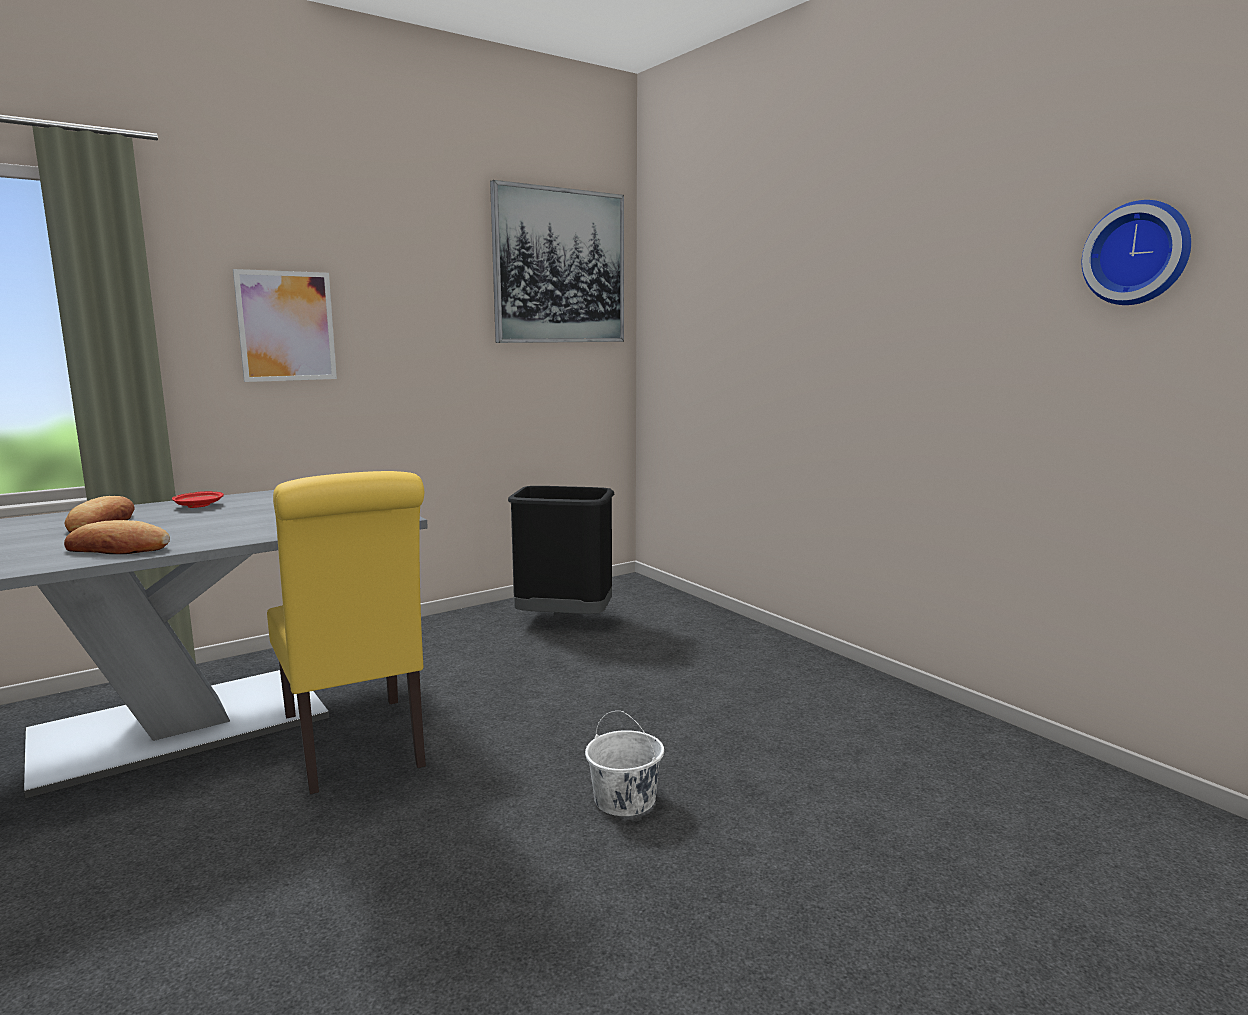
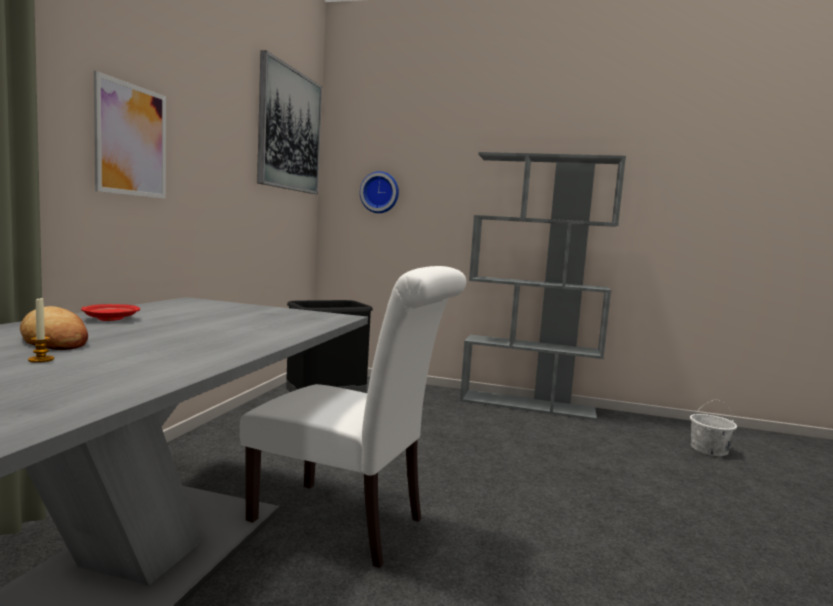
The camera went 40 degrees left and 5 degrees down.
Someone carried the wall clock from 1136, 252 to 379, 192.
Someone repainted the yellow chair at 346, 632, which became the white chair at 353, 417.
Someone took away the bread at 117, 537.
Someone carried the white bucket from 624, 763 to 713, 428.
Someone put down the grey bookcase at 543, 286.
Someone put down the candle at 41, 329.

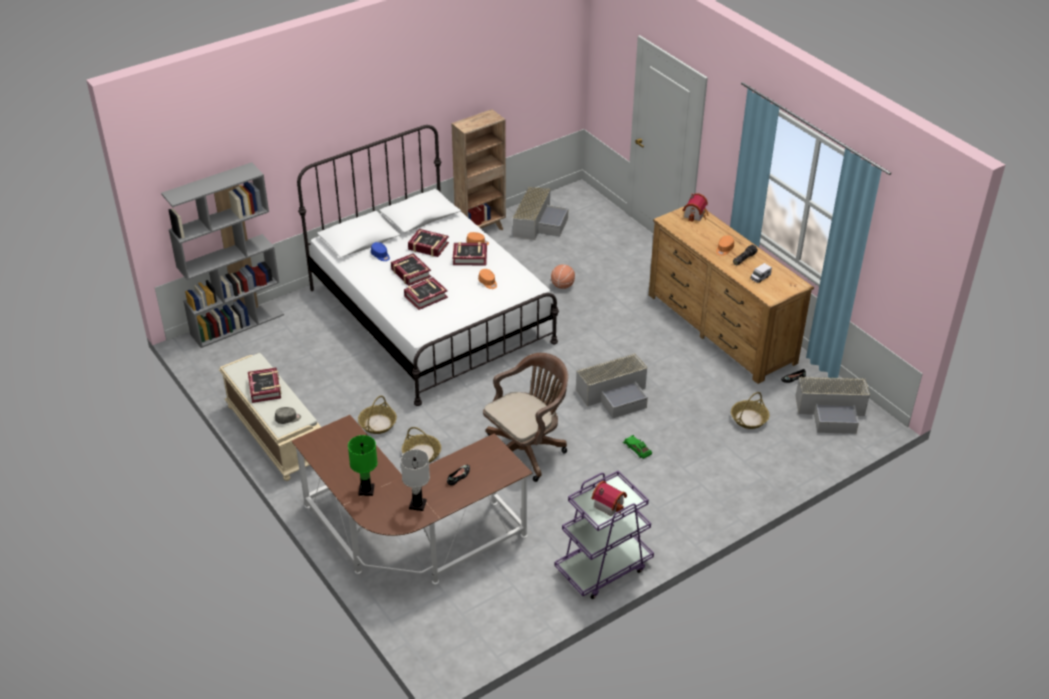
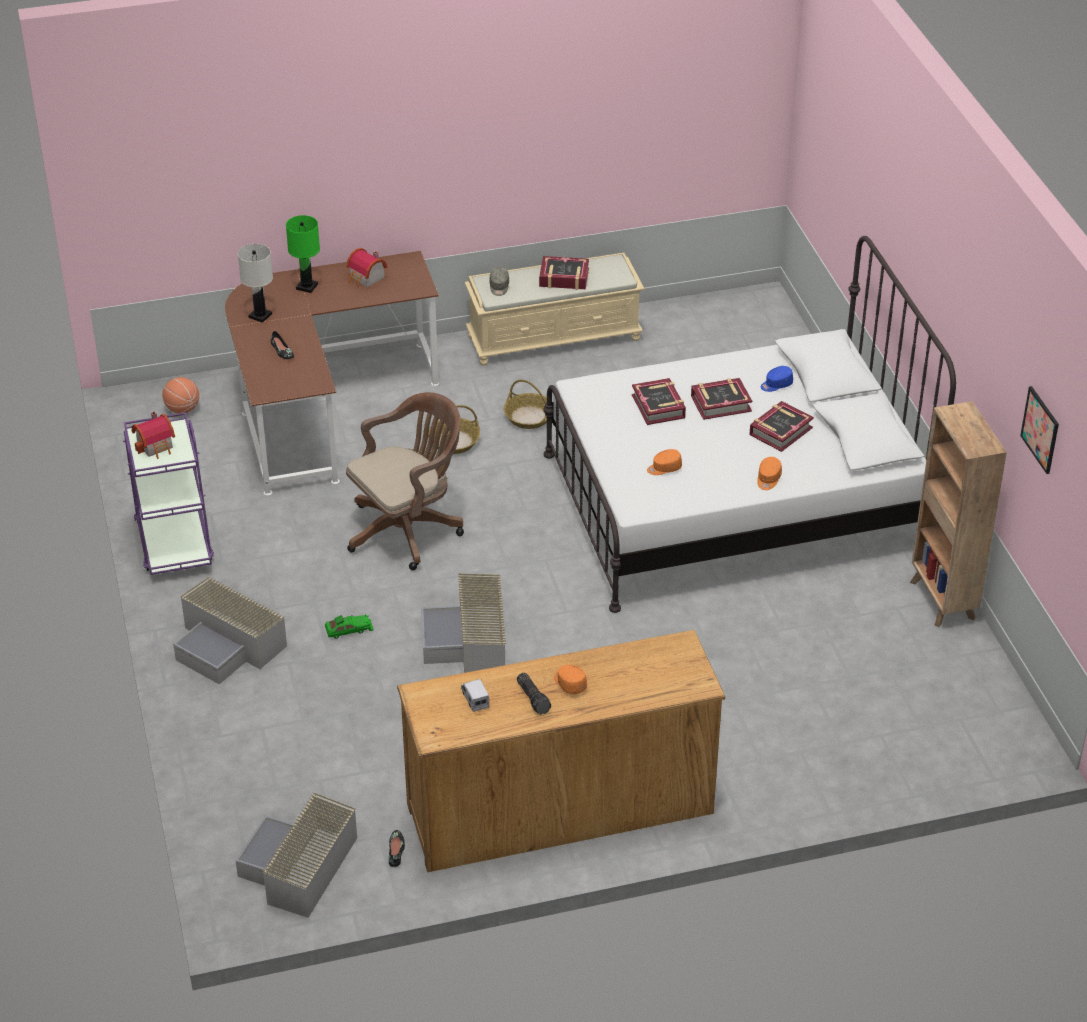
The camera went 110 degrees right and 0 degrees up.
Someone took away the grey bookcase at 222, 255.
Someone carried the grey storage box from 540, 213 to 230, 630.
Someone carried the toy house from 696, 207 to 366, 268.
Someone took away the book at 470, 253.
Someone carried the basketball from 563, 276 to 180, 395.
Someone rotated the brown office chair at 525, 417 by 105 degrees counterclockwise.
Someone took away the basket at 750, 410.
Someone put up the picture at 1039, 430.

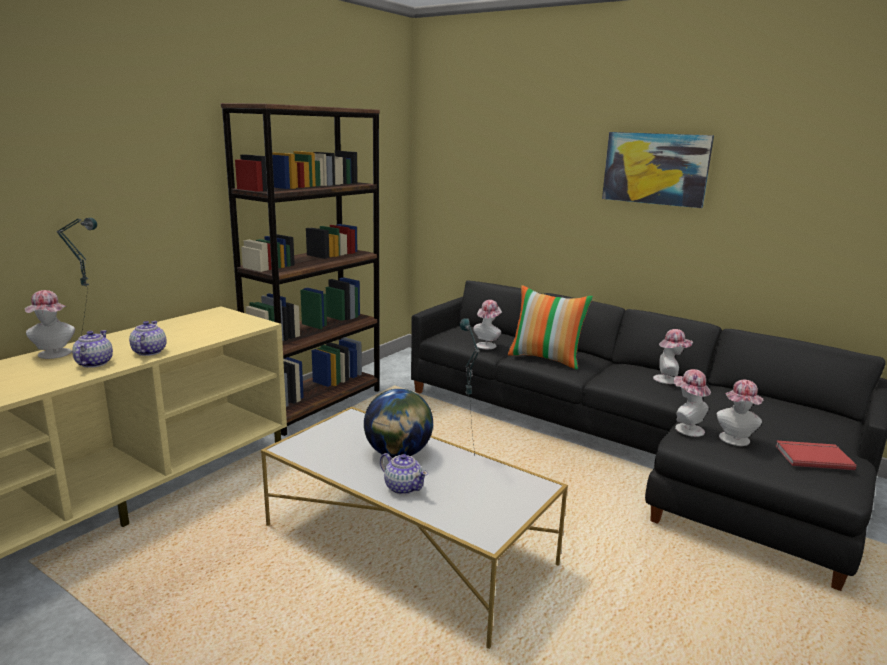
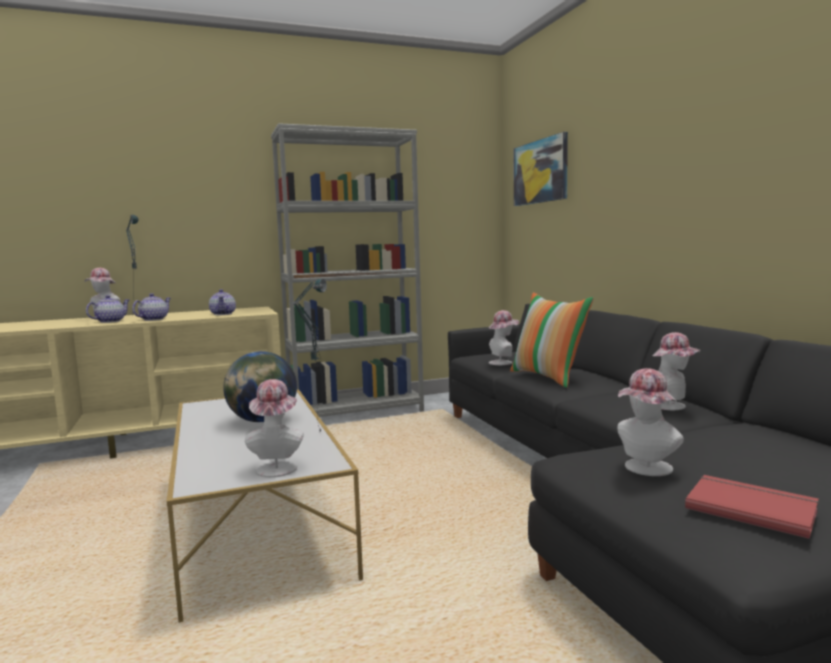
The camera went 35 degrees right and 10 degrees down.
Someone repainted the brown bookcase at 300, 269, which became the grey bookcase at 347, 270.
Someone carried the picture from 658, 170 to 540, 169.
Someone carried the hat from 692, 403 to 274, 428.
Someone carried the teapot from 404, 474 to 222, 302.

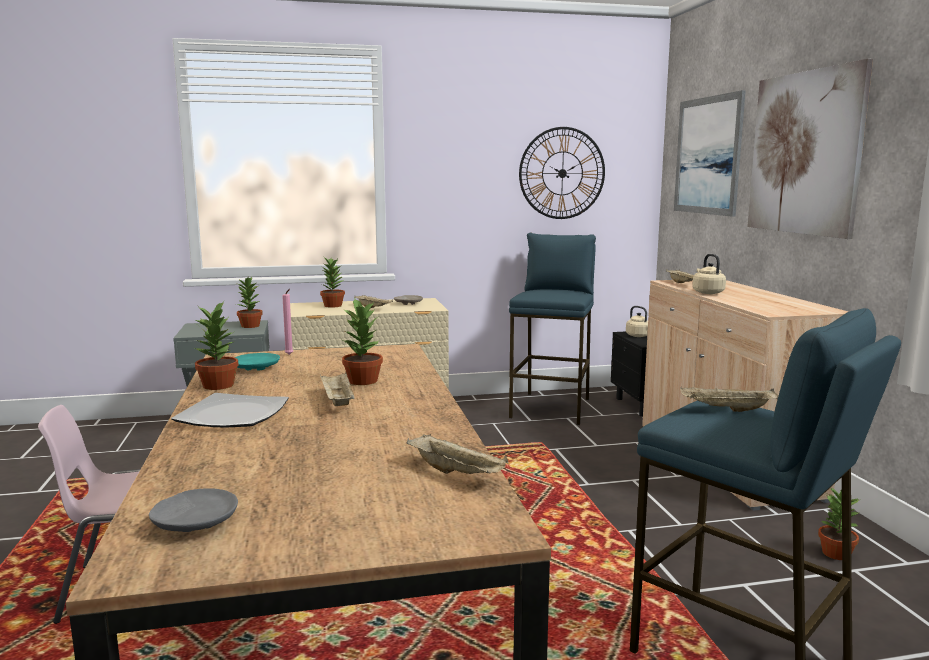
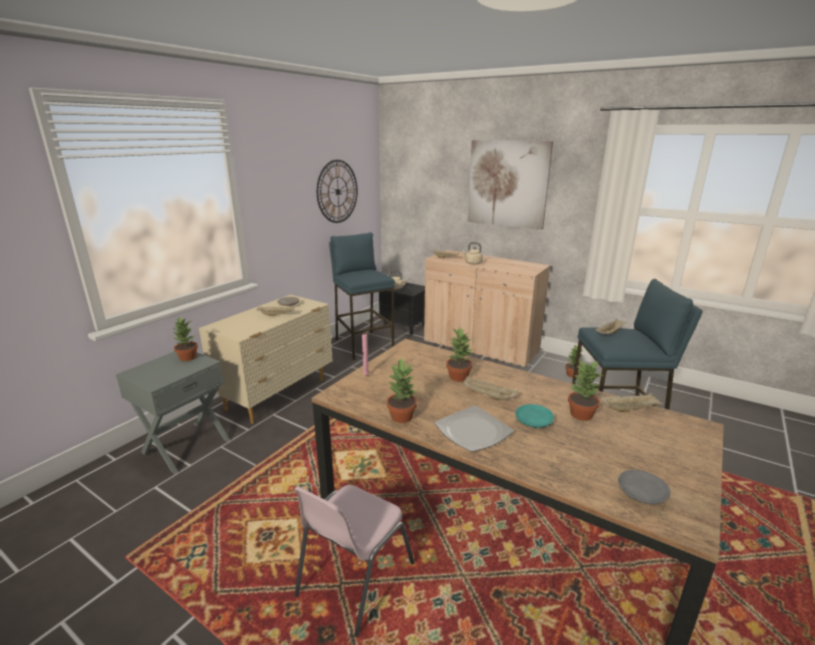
The camera went 45 degrees left and 10 degrees up.
Someone took away the picture at 710, 153.
Someone carried the potted plant from 332, 283 to 585, 390.
Someone carried the turquoise plate from 257, 362 to 534, 416.

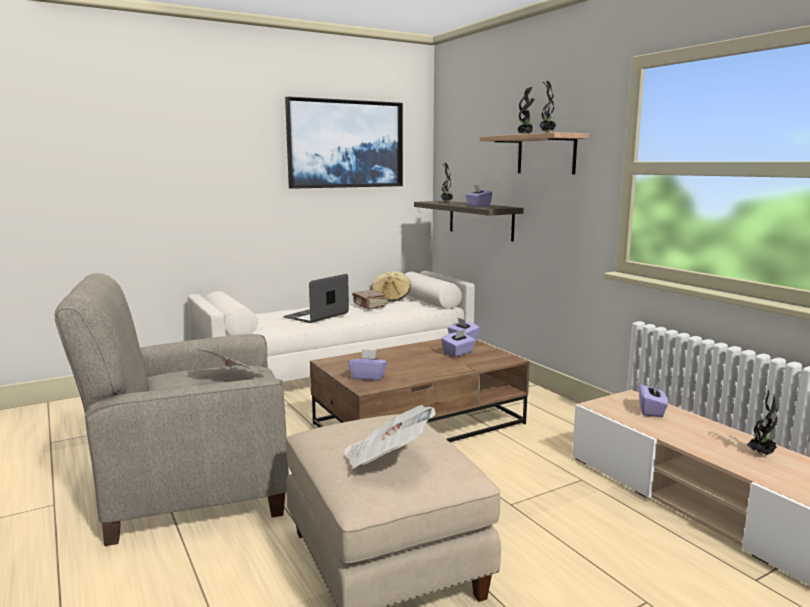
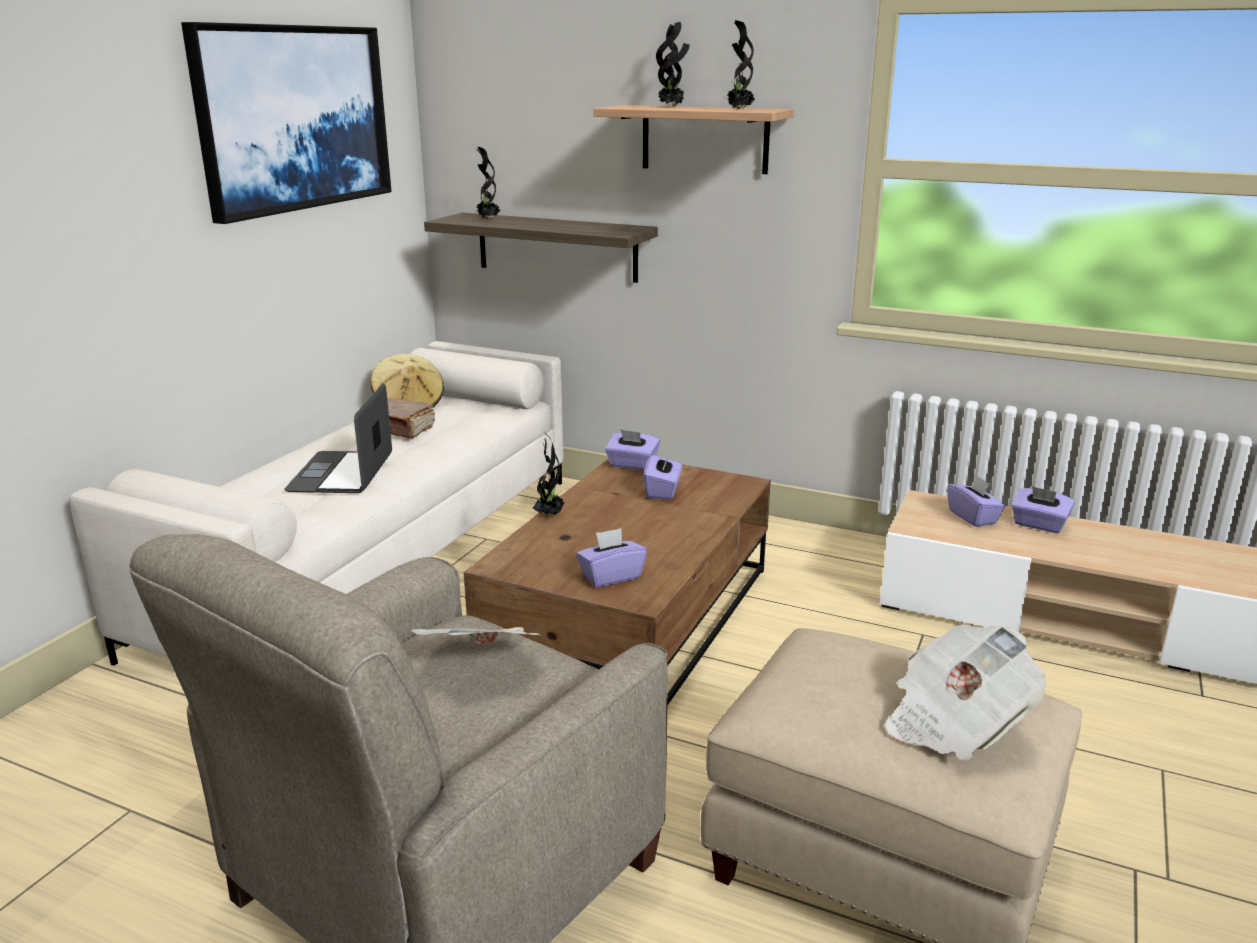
The camera went 35 degrees left and 10 degrees up.
Someone carried the purple tissue box from 479, 196 to 1043, 510.
Someone carried the potted plant from 762, 422 to 549, 475.

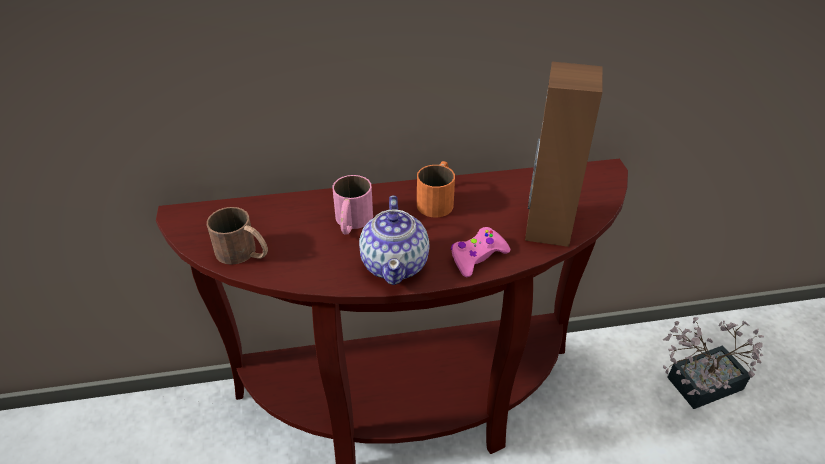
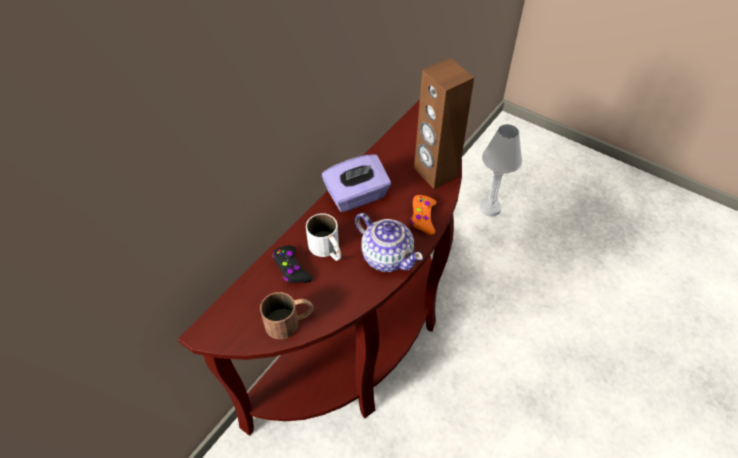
The camera went 45 degrees left and 10 degrees up.
Someone swapped the orange mug at 436, 189 for the purple tissue box at 356, 183.
Someone repainted the pink mug at 352, 205, which became the white mug at 323, 237.
Someone repainted the pink game controller at 480, 252, which became the orange game controller at 423, 215.
Someone swapped the potted plant at 713, 363 for the white table lamp at 501, 170.
Someone put down the black game controller at 292, 264.

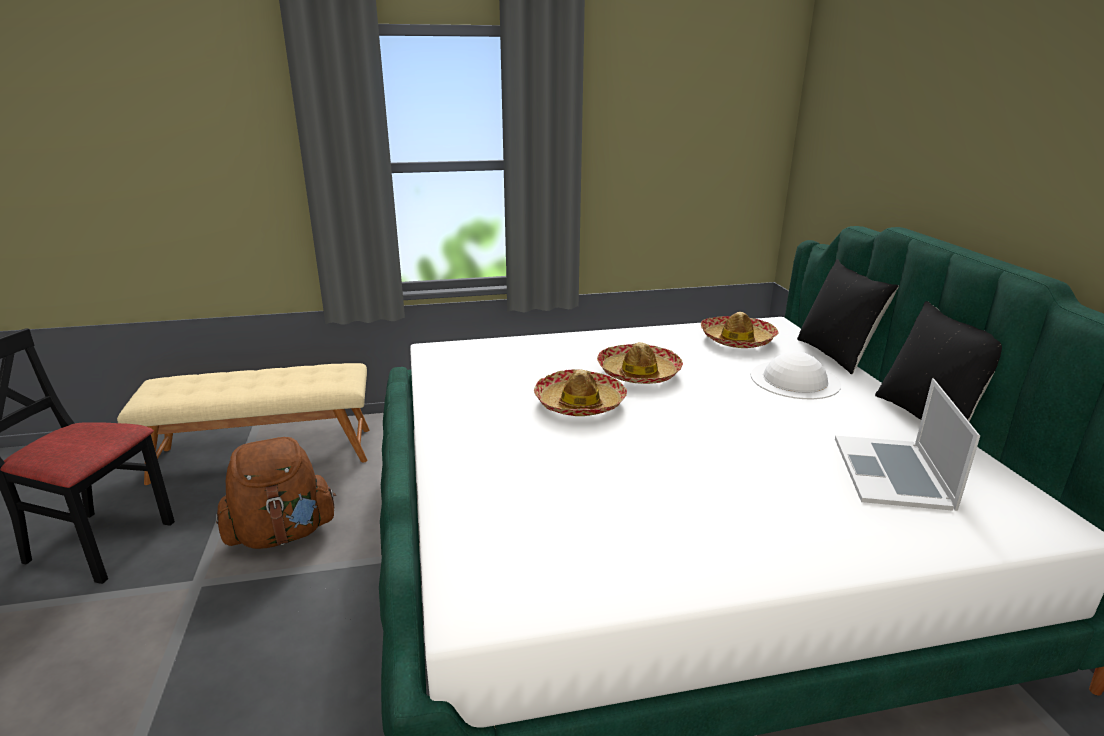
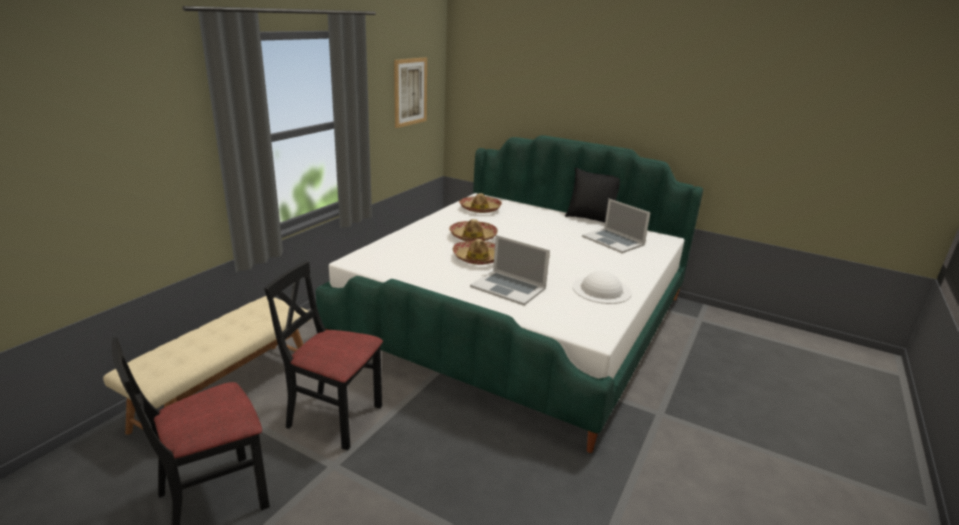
The camera went 50 degrees left and 0 degrees up.
Someone took away the black pillow at 848, 316.
Someone carried the white hat from 796, 375 to 602, 287.
Someone swapped the brown backpack at 276, 493 for the black chair at 323, 355.
Someone put up the picture at 410, 92.
Someone put down the laptop at 510, 270.

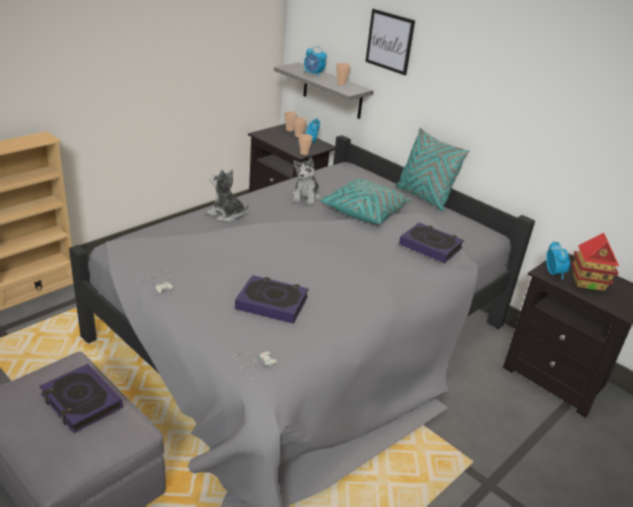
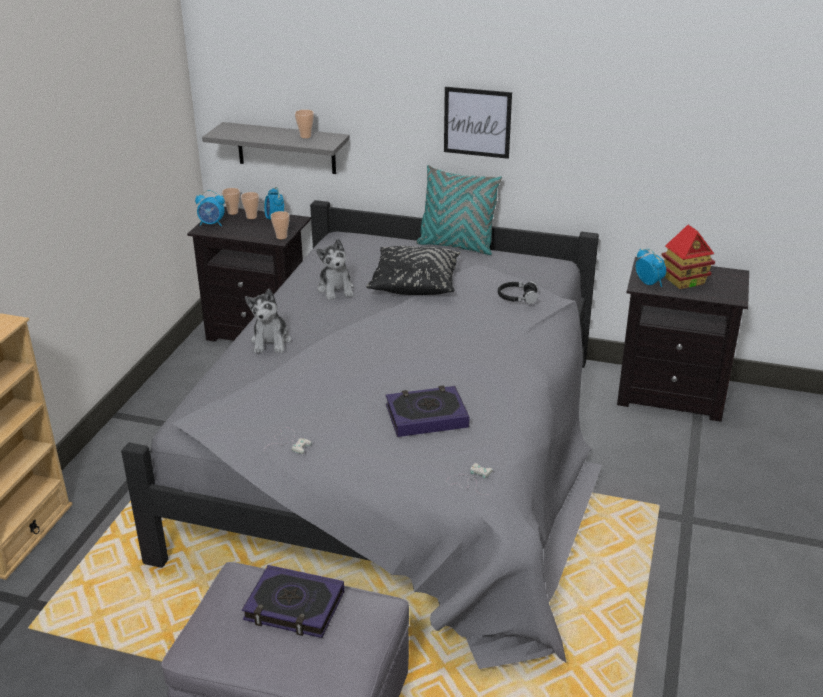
The camera went 25 degrees left and 0 degrees up.
Someone carried the picture from 390, 42 to 478, 123.
Someone carried the alarm clock from 315, 61 to 210, 208.
Someone rotated the plush toy at 228, 196 by 90 degrees counterclockwise.
Someone repainted the turquoise pillow at 366, 201, which became the black pillow at 413, 270.
Someone swapped the book at 431, 243 for the black headphones at 518, 292.

